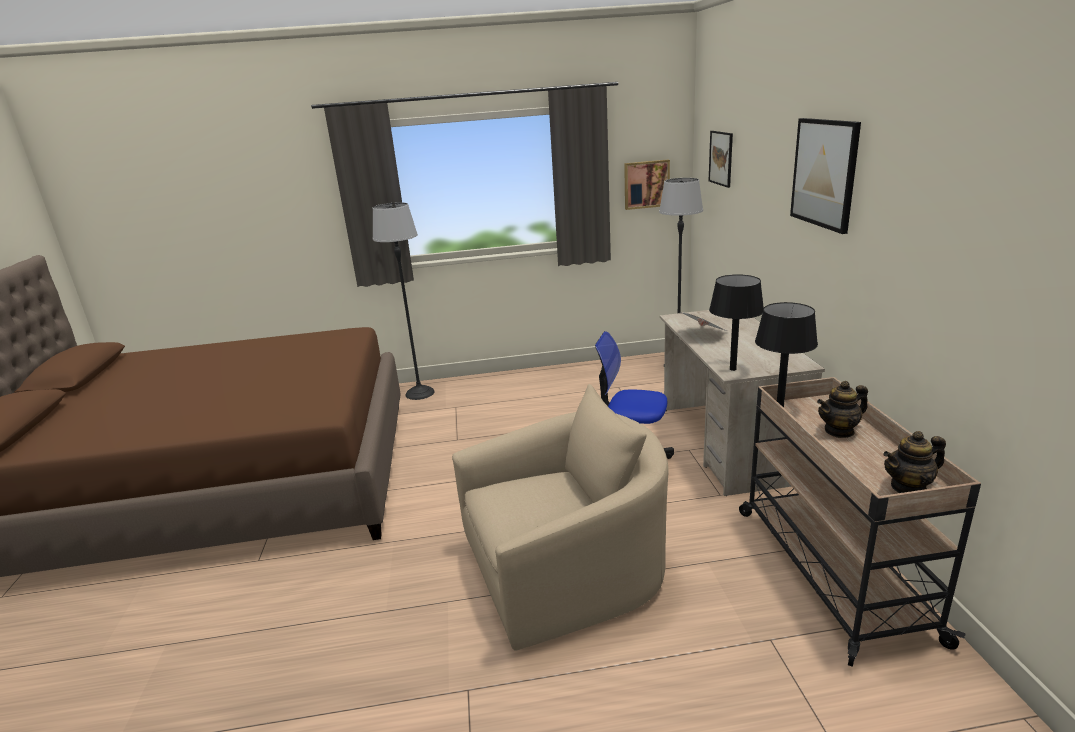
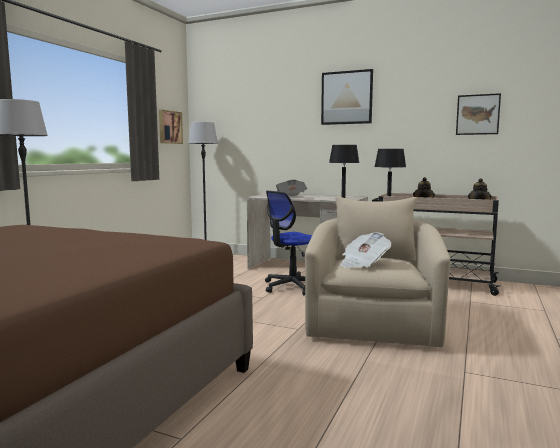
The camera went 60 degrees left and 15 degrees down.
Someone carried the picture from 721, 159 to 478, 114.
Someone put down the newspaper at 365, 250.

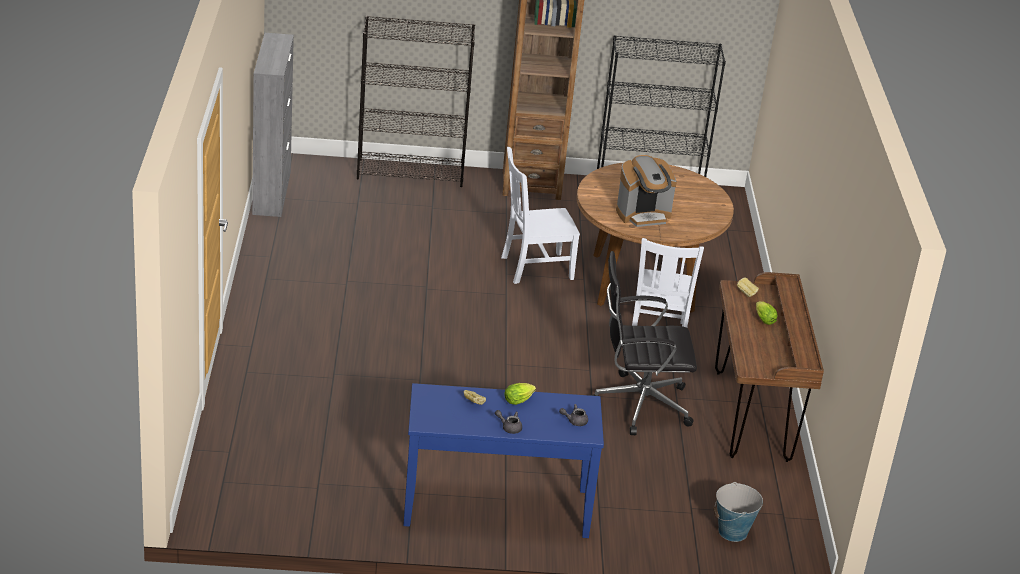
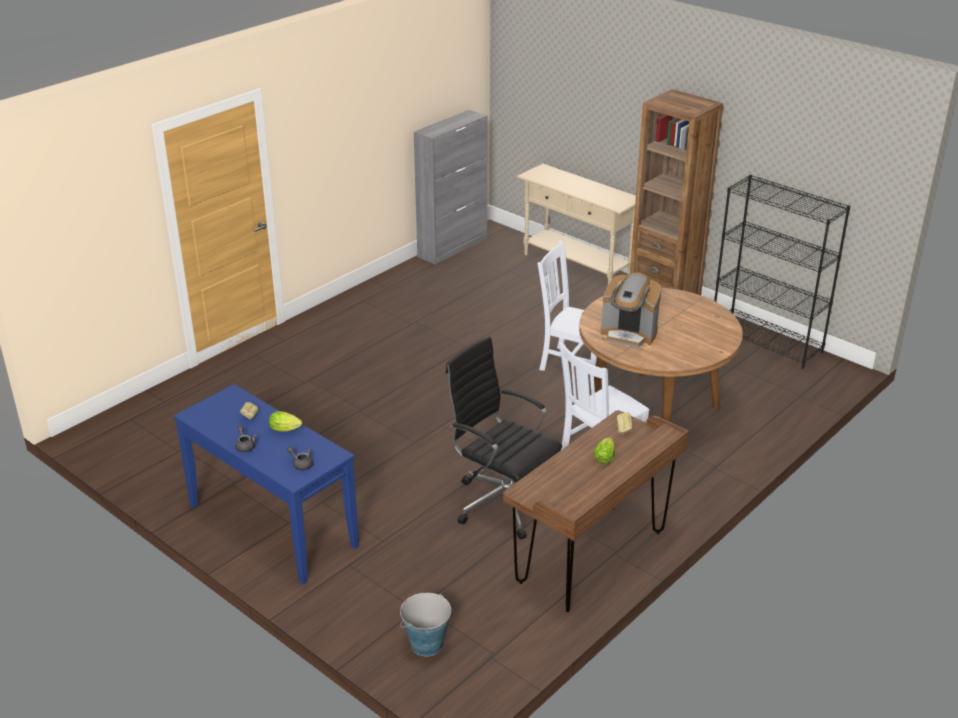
The camera went 45 degrees right and 0 degrees up.
Someone swapped the black bookcase at 416, 101 for the beige console table at 576, 224.

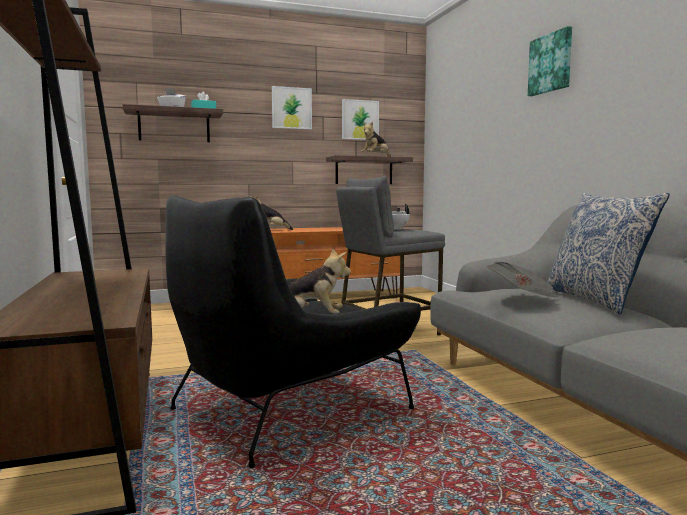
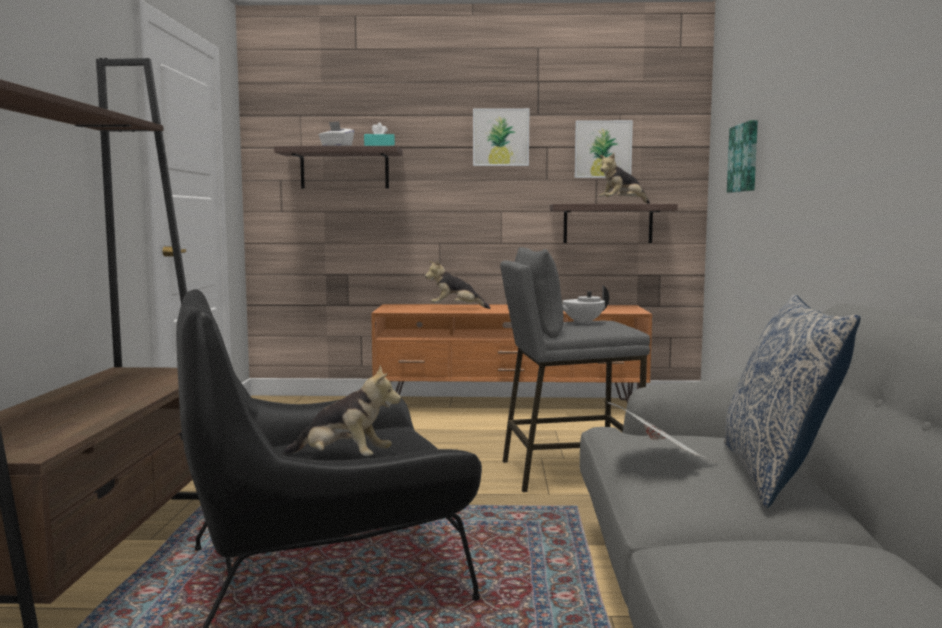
The camera went 20 degrees right and 0 degrees up.
Someone carried the picture from 550, 61 to 742, 156.

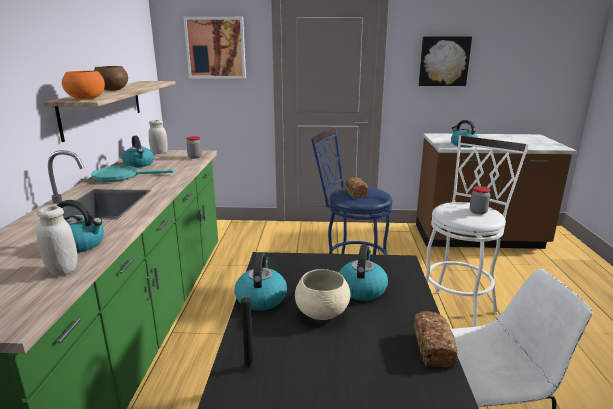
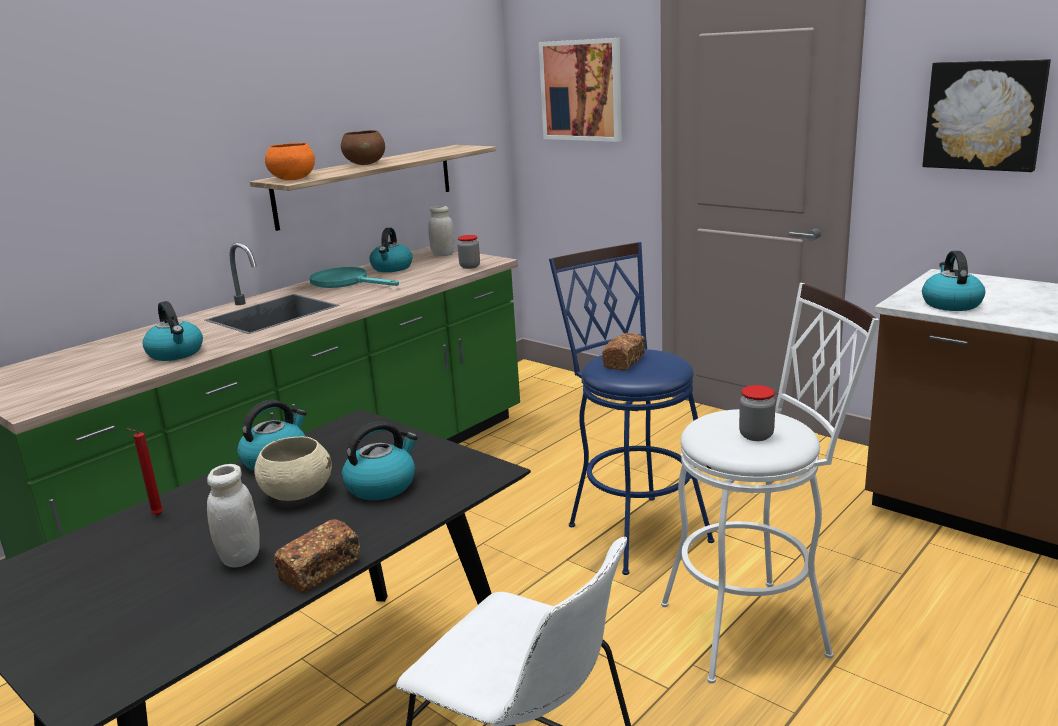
The camera went 40 degrees right and 0 degrees up.
Someone carried the white jar from 57, 241 to 233, 515.
Someone repainted the black candle at 248, 332, which became the red candle at 144, 471.

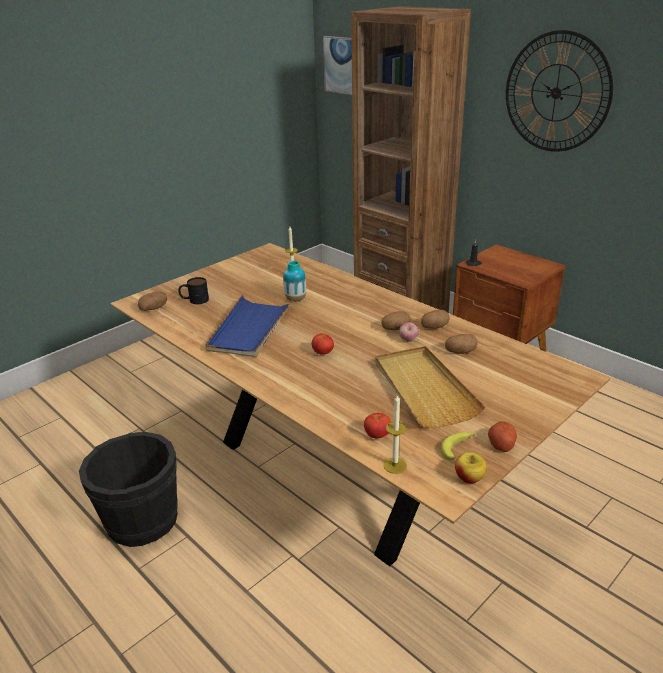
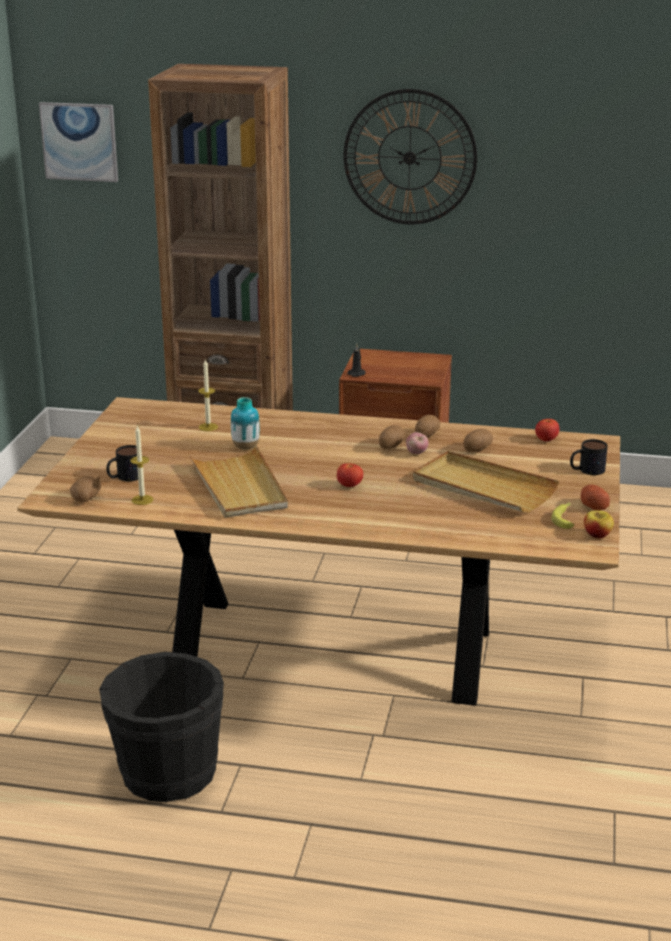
The camera went 35 degrees left and 5 degrees down.
Someone repainted the blue tray at 249, 326, which became the beige tray at 238, 481.
Someone carried the candle from 395, 434 to 141, 465.
Someone carried the tomato from 377, 425 to 547, 430.
Someone put down the mug at 589, 457.

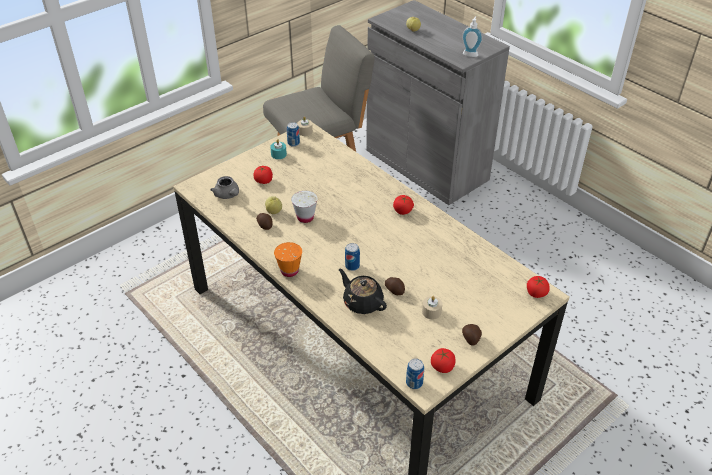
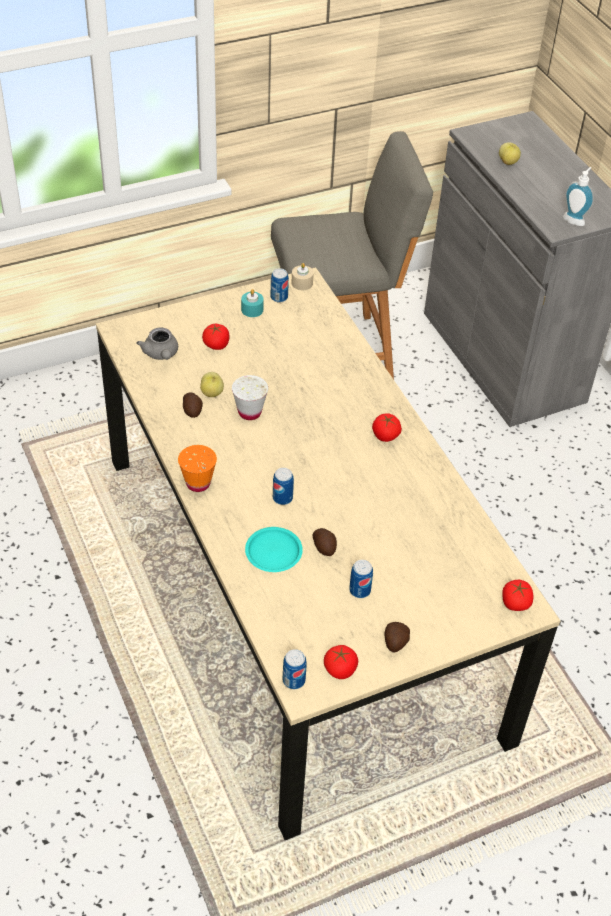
The camera went 15 degrees right and 5 degrees up.
Someone swapped the black teapot at 363, 291 for the turquoise plate at 274, 549.
Someone swapped the beige candle at 432, 307 for the can at 361, 579.

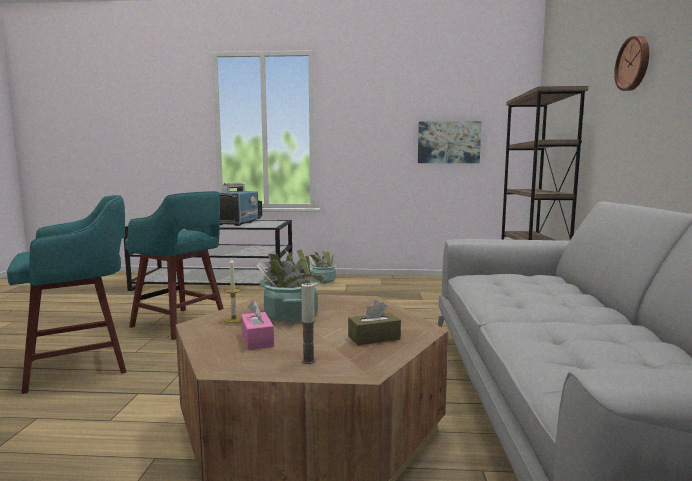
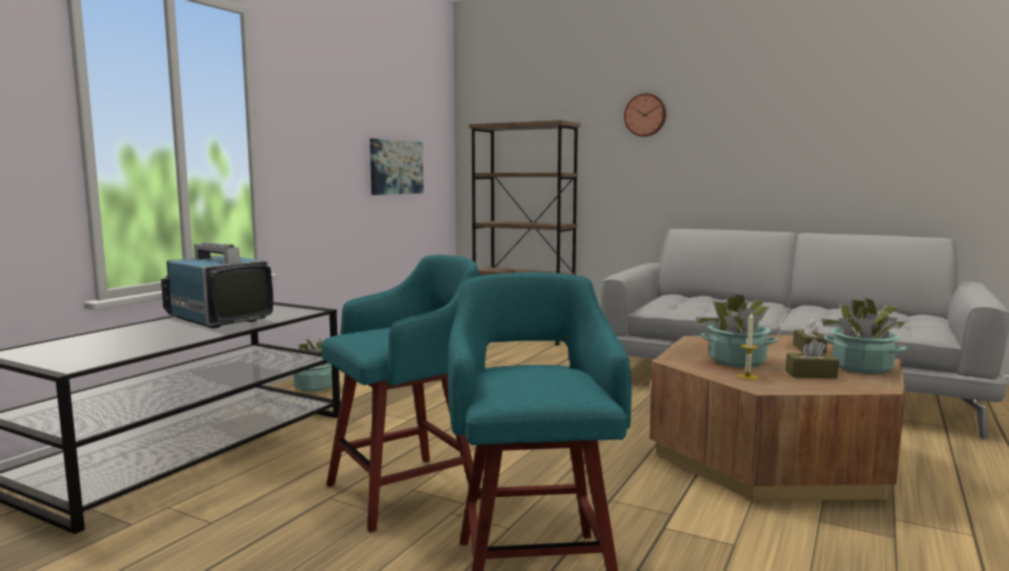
The camera went 65 degrees left and 0 degrees up.
Someone swapped the candle at 308, 323 for the potted plant at 864, 336.
Someone repainted the pink tissue box at 257, 325, which became the brown tissue box at 812, 358.

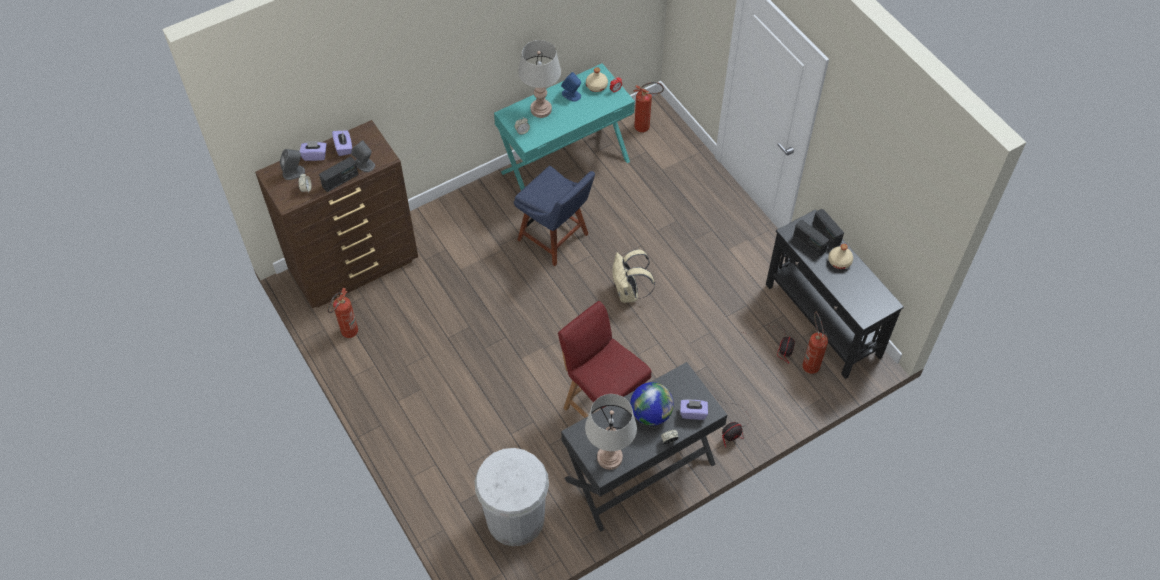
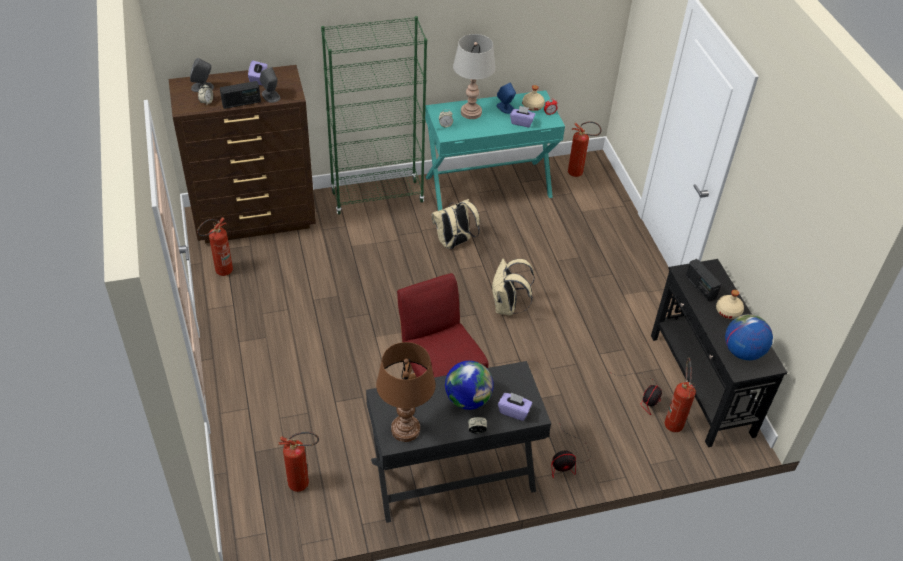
The camera went 15 degrees right and 10 degrees down.
Someone carried the purple tissue box from 313, 151 to 522, 116.
Someone swapped the blue chair at 554, 216 for the beige backpack at 456, 224.
Someone took away the radio at 828, 228.
Someone repainted the grey table lamp at 611, 432, which became the brown table lamp at 406, 392.
Someone swapped the white trash can at 512, 497 for the fire extinguisher at 298, 462.
Someone put down the green bookcase at 374, 115.
Someone put down the globe at 749, 337.

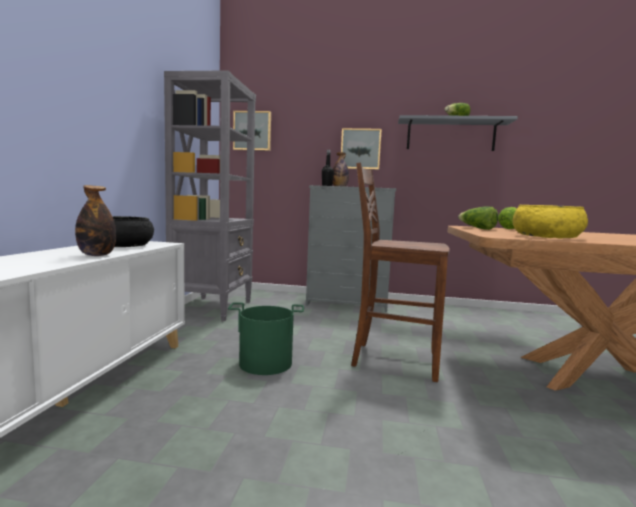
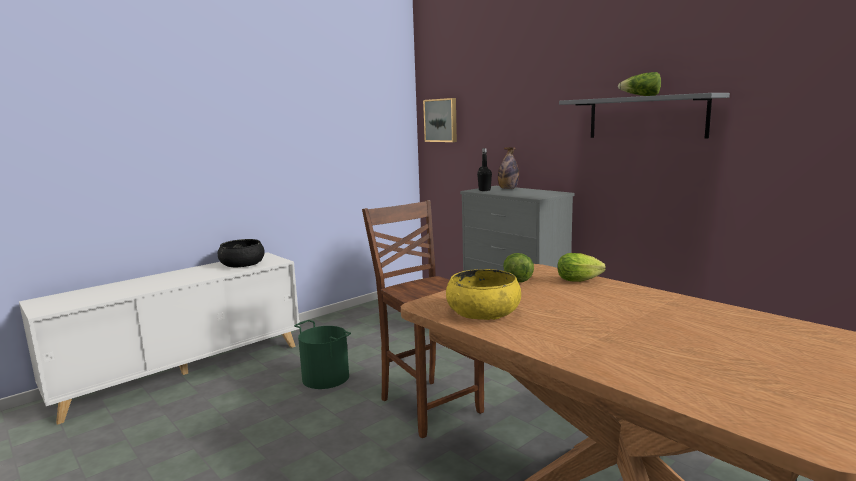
The camera went 40 degrees right and 5 degrees up.
Someone took away the grey bookcase at 210, 195.
Someone took away the picture at 361, 149.
Someone took away the bottle at 95, 220.

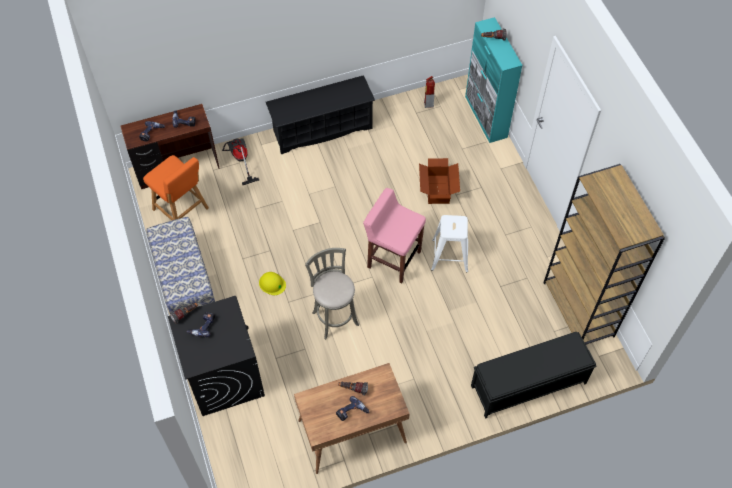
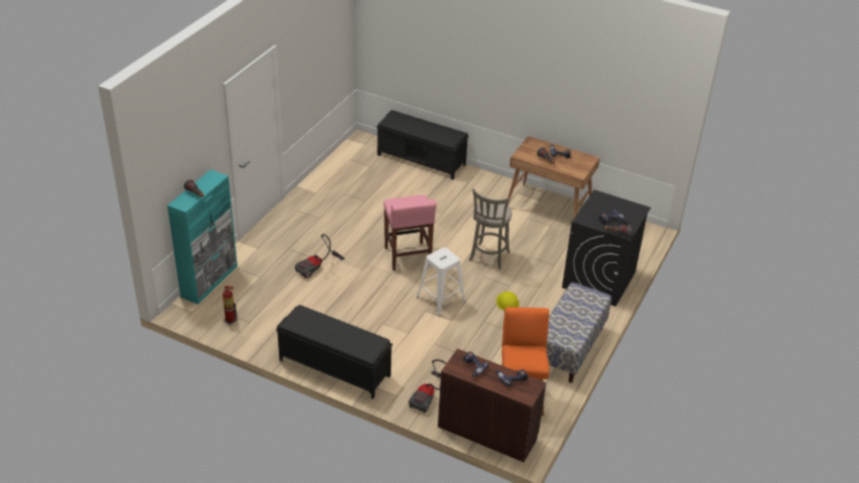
The camera went 135 degrees left and 20 degrees down.
Someone swapped the black shoe rack at 320, 114 for the black bench at 334, 352.
Someone swapped the cardboard box at 439, 181 for the vacuum cleaner at 320, 256.
Someone took away the brown bookcase at 604, 254.
Someone carried the white stool from 449, 244 to 441, 281.

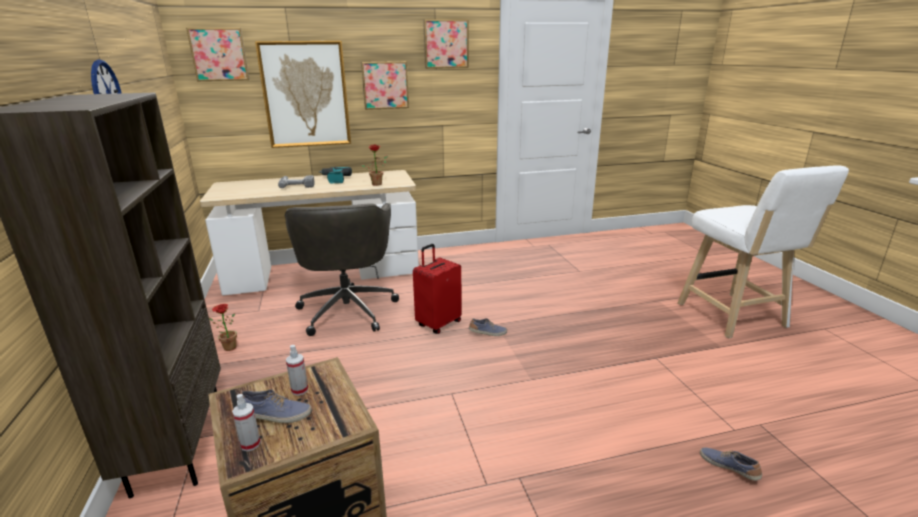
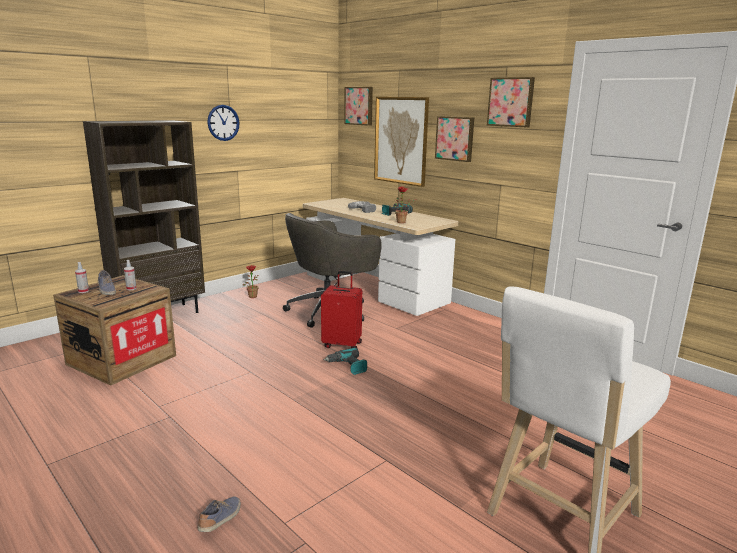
The camera went 60 degrees right and 5 degrees down.
Someone swapped the shoe at 488, 327 for the power drill at 345, 361.

